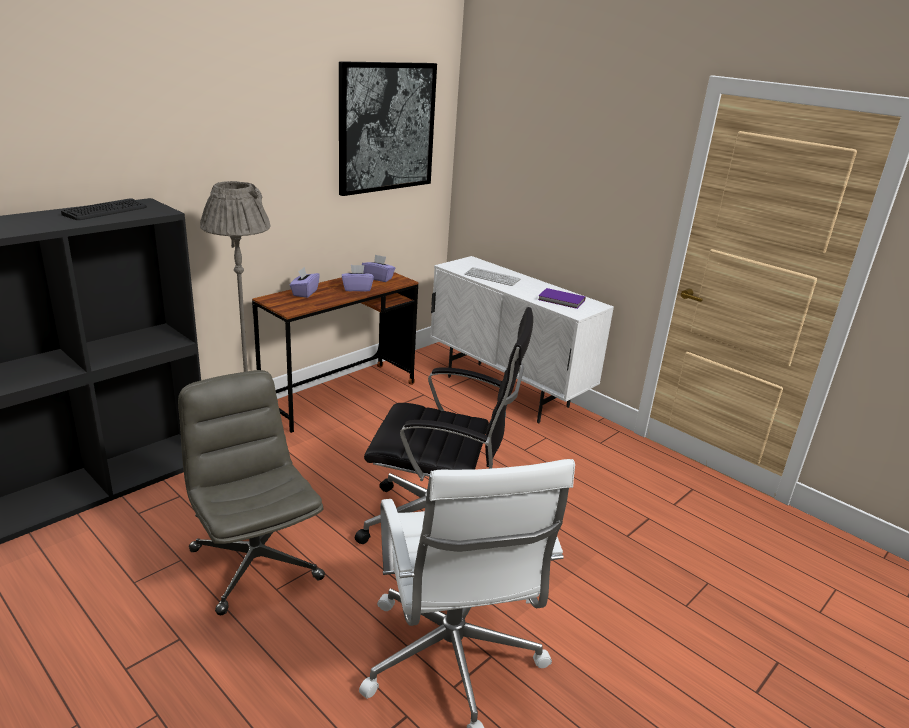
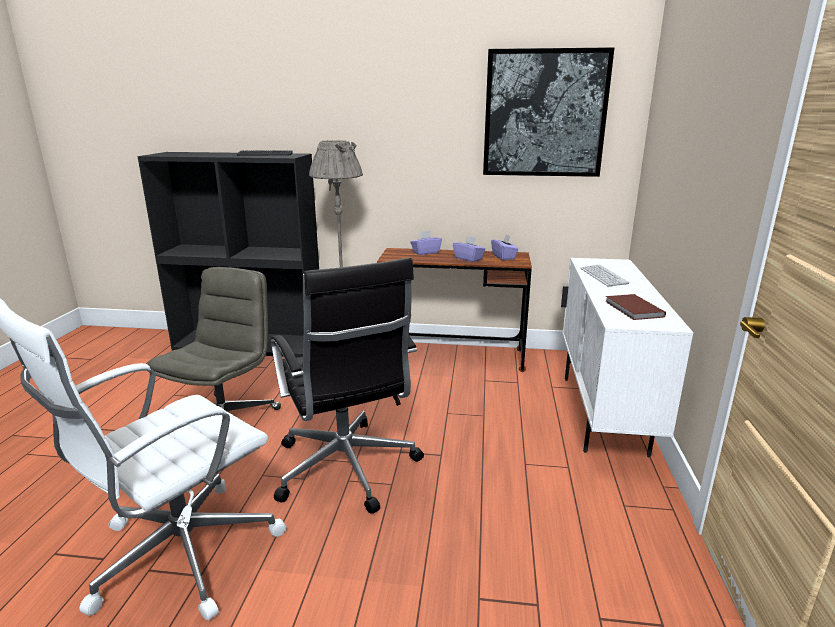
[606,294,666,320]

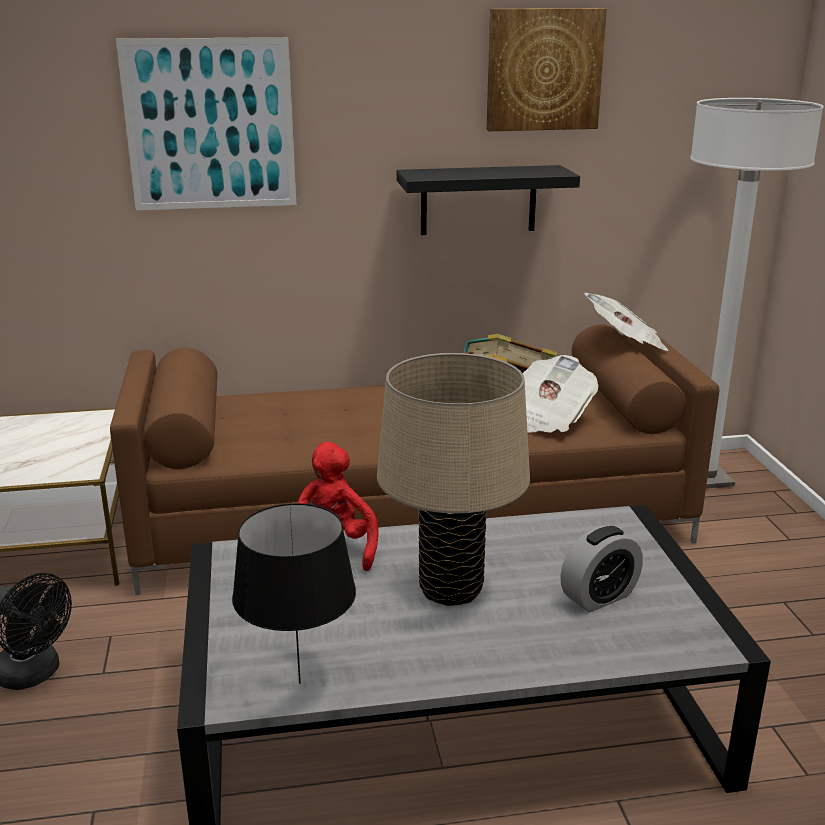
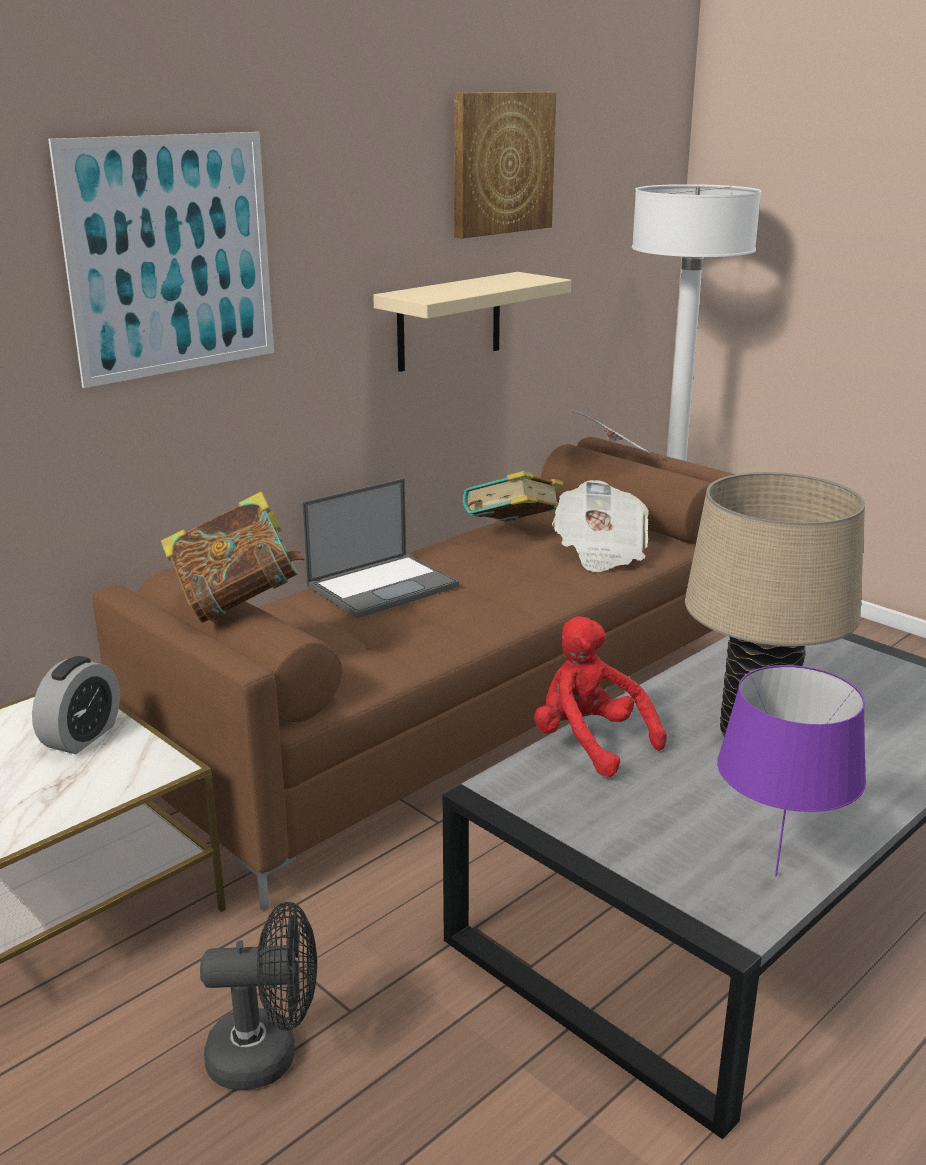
[373,272,571,372]
[717,665,866,877]
[32,656,120,754]
[302,478,459,618]
[161,492,305,623]

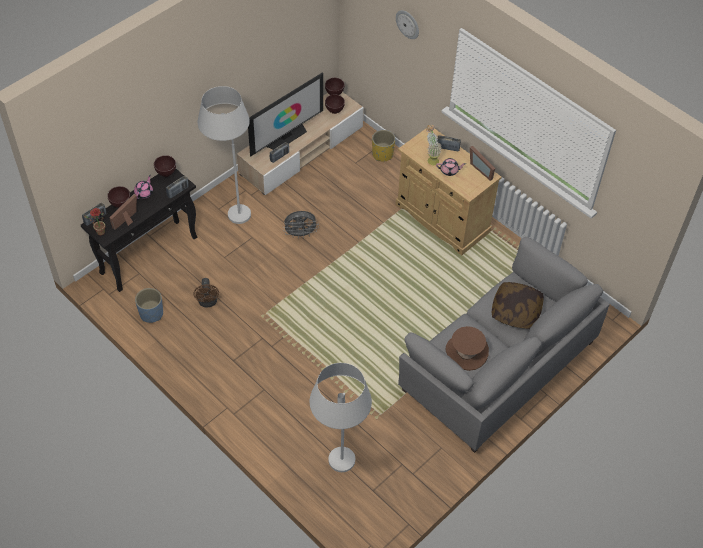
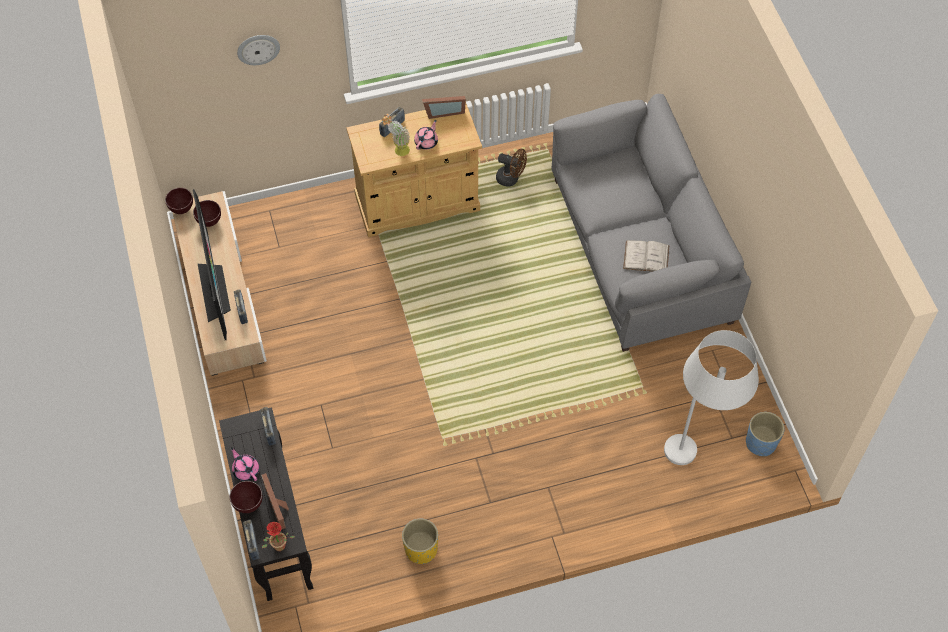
[198,86,251,224] (first image)
[402,519,438,564]
[154,155,176,177] (first image)
[283,211,319,239] (first image)
[496,149,527,186]
[491,282,544,329] (first image)
[746,412,784,456]
[623,240,669,272]

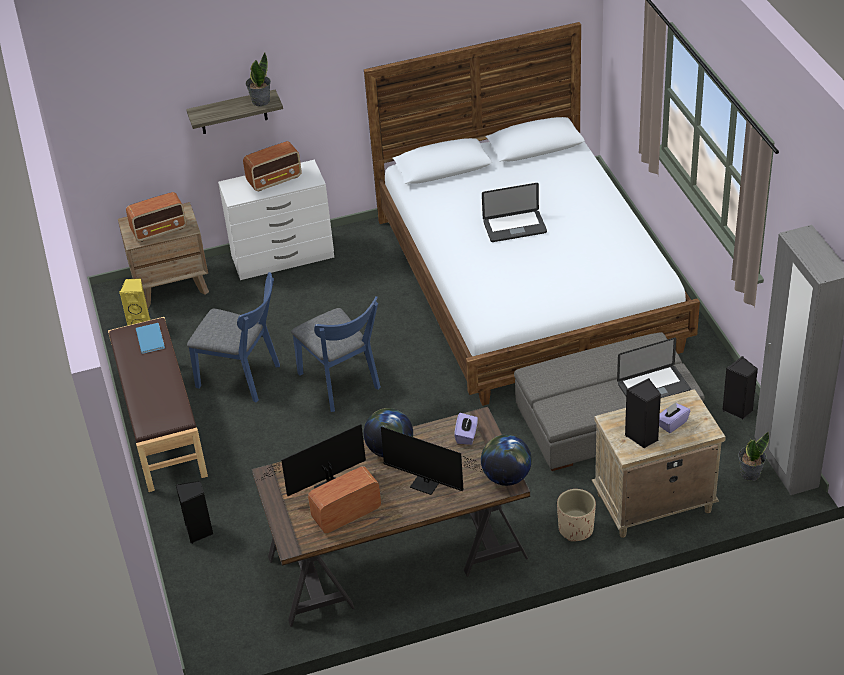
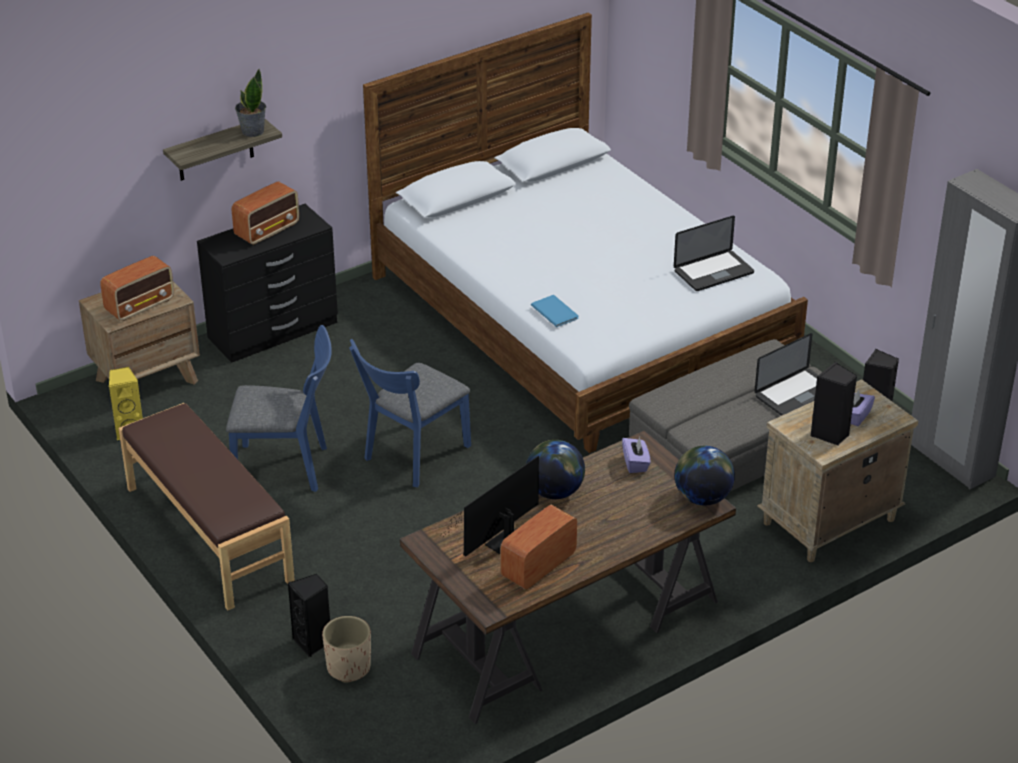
[197,204,338,363]
[674,216,754,291]
[349,339,471,487]
[531,295,579,327]
[381,426,484,495] (first image)
[738,432,769,481] (first image)
[322,616,371,683]

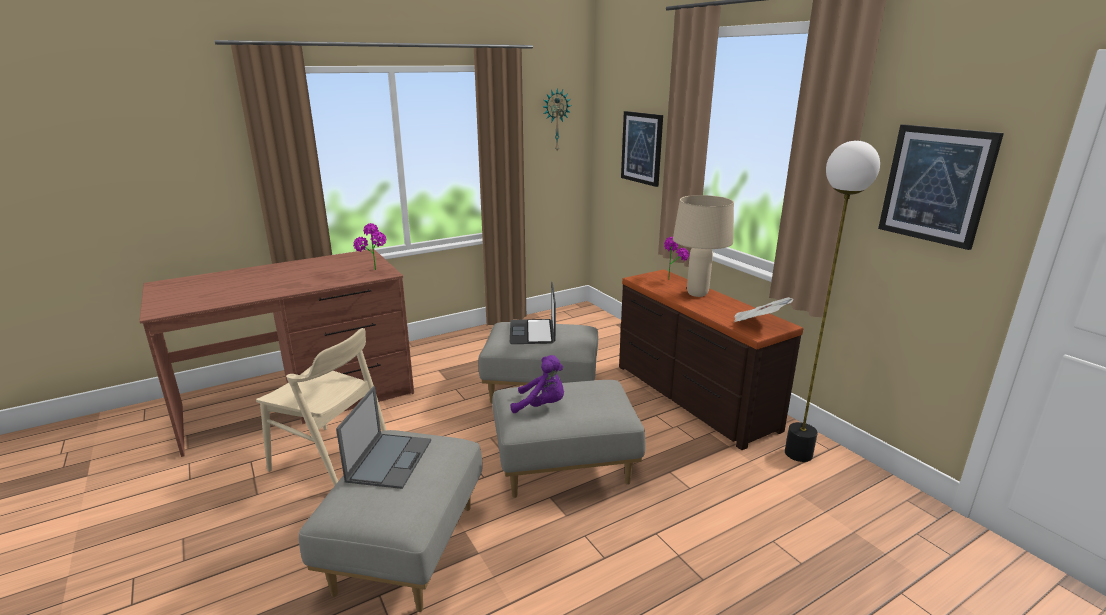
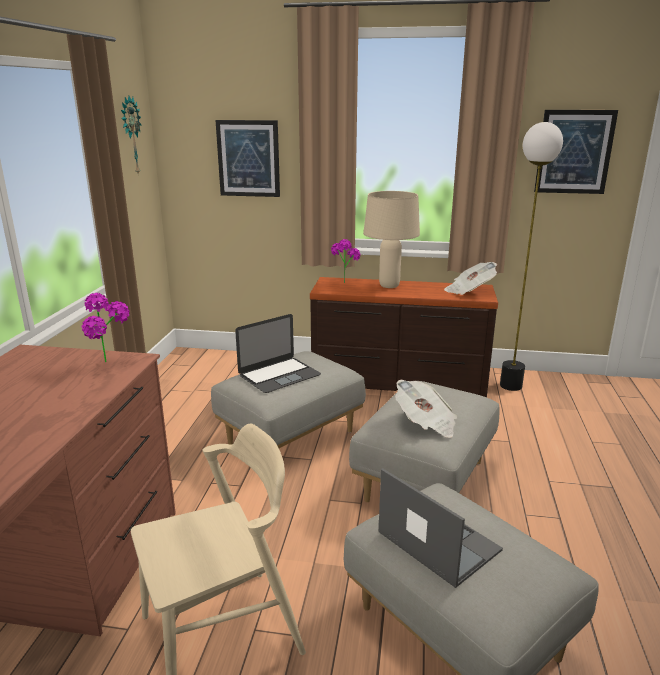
[235,314,321,393]
[395,380,457,438]

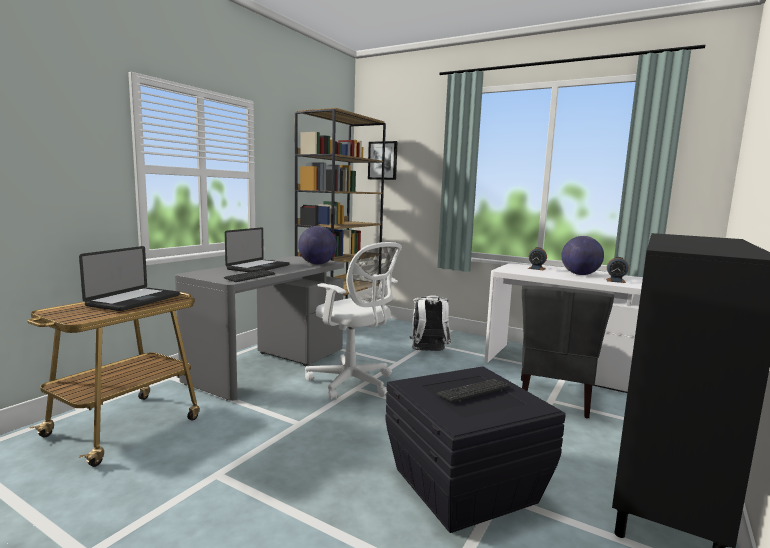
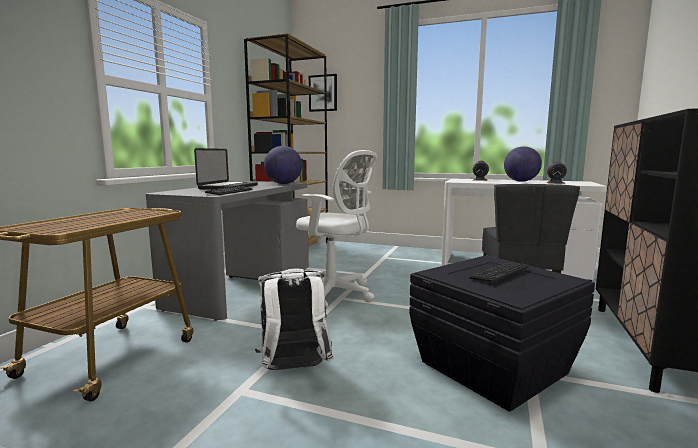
[79,246,180,311] (first image)
[255,268,334,370]

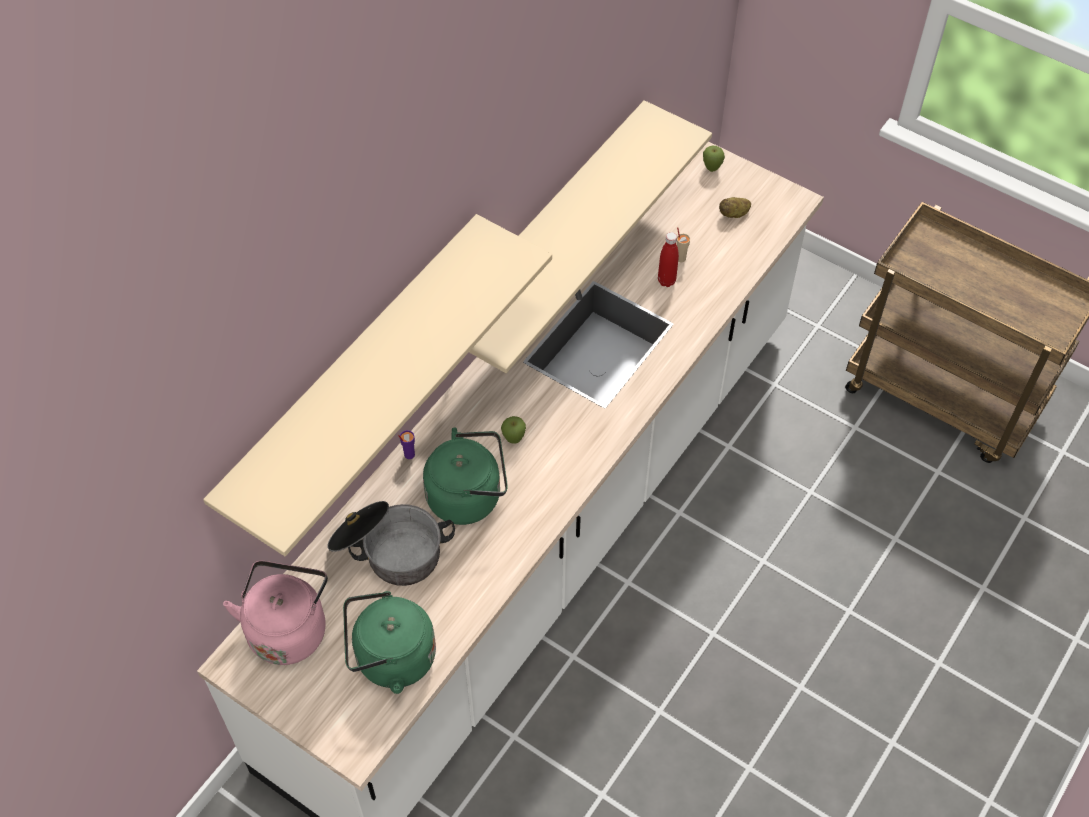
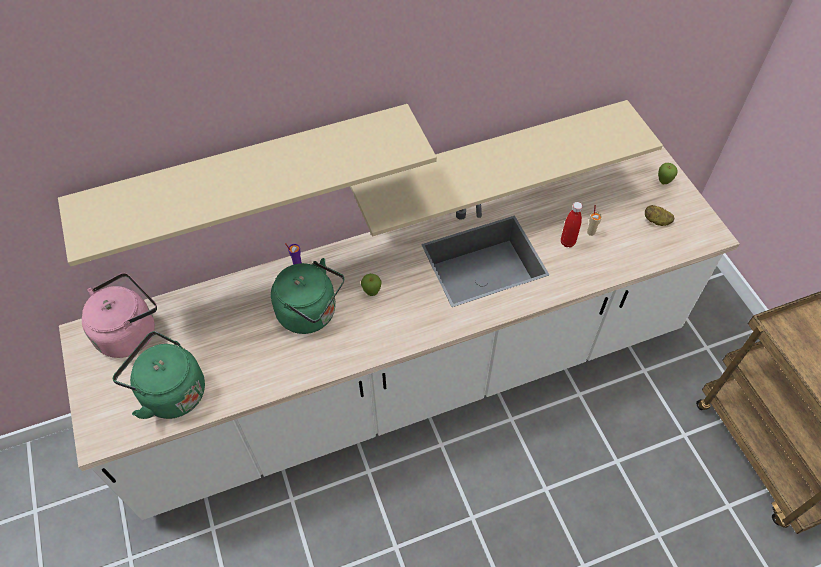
[327,501,455,586] (first image)

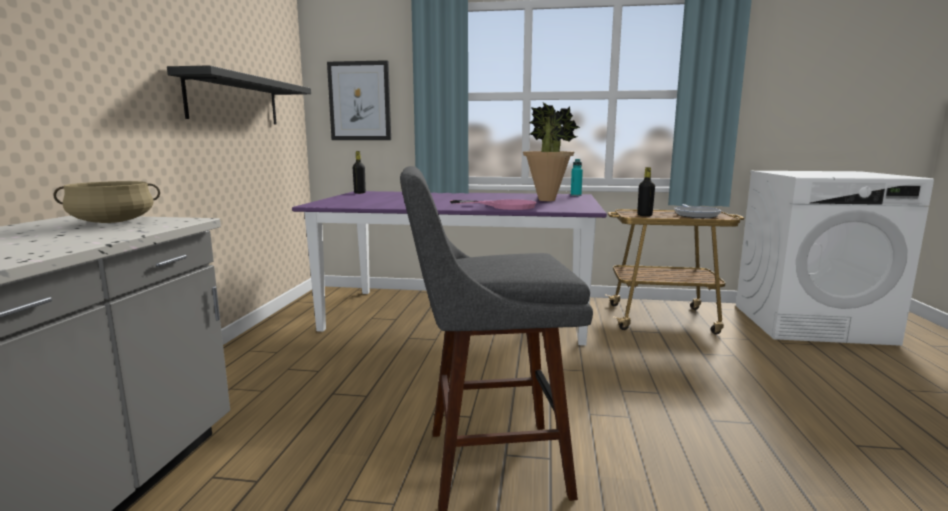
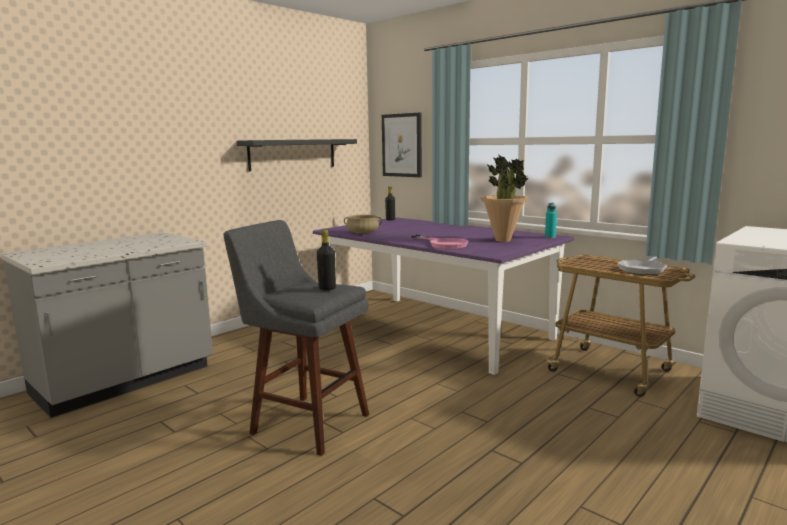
[317,230,336,291]
[344,215,382,234]

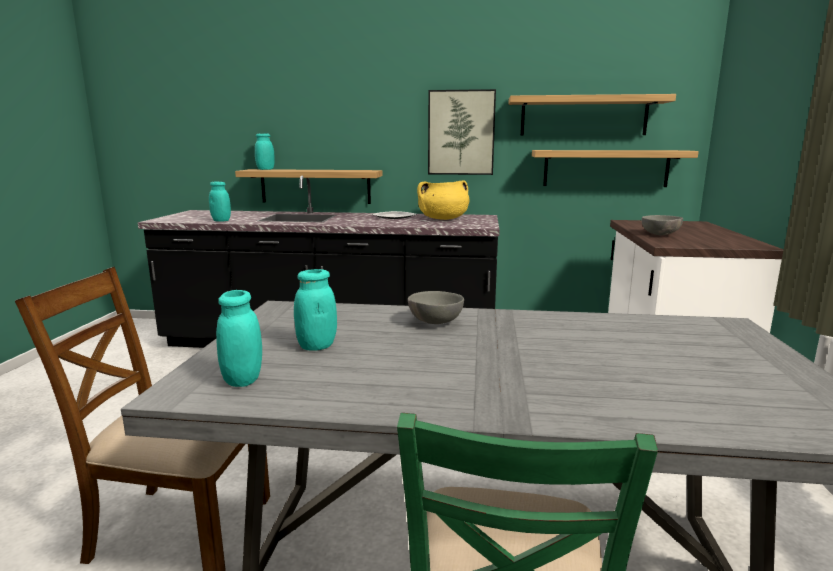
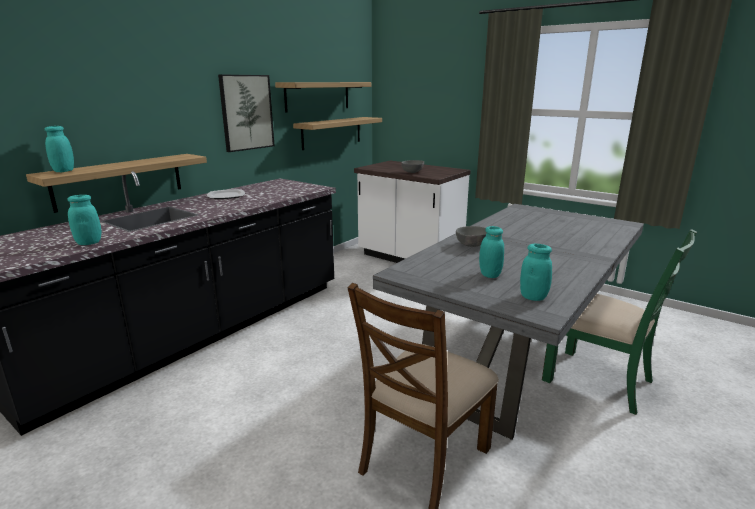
[417,180,470,220] (first image)

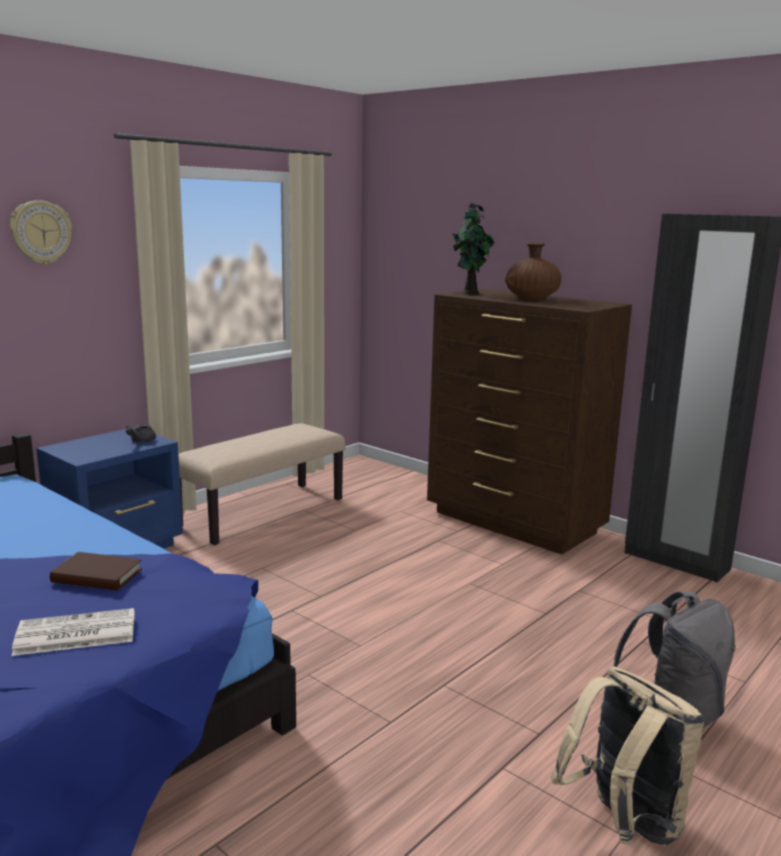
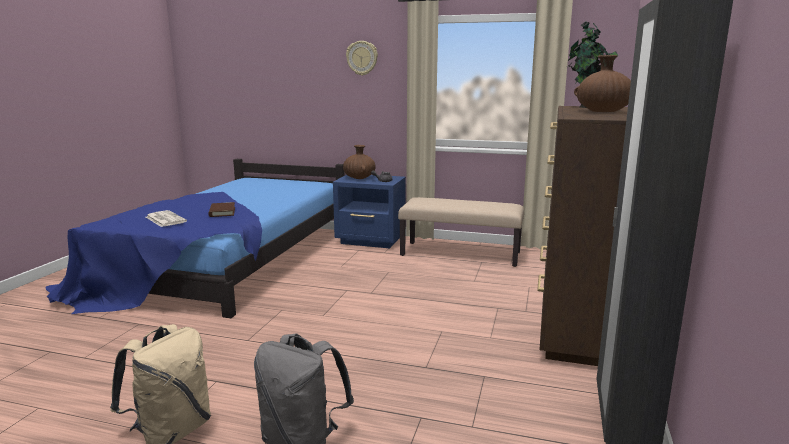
[343,145,376,179]

